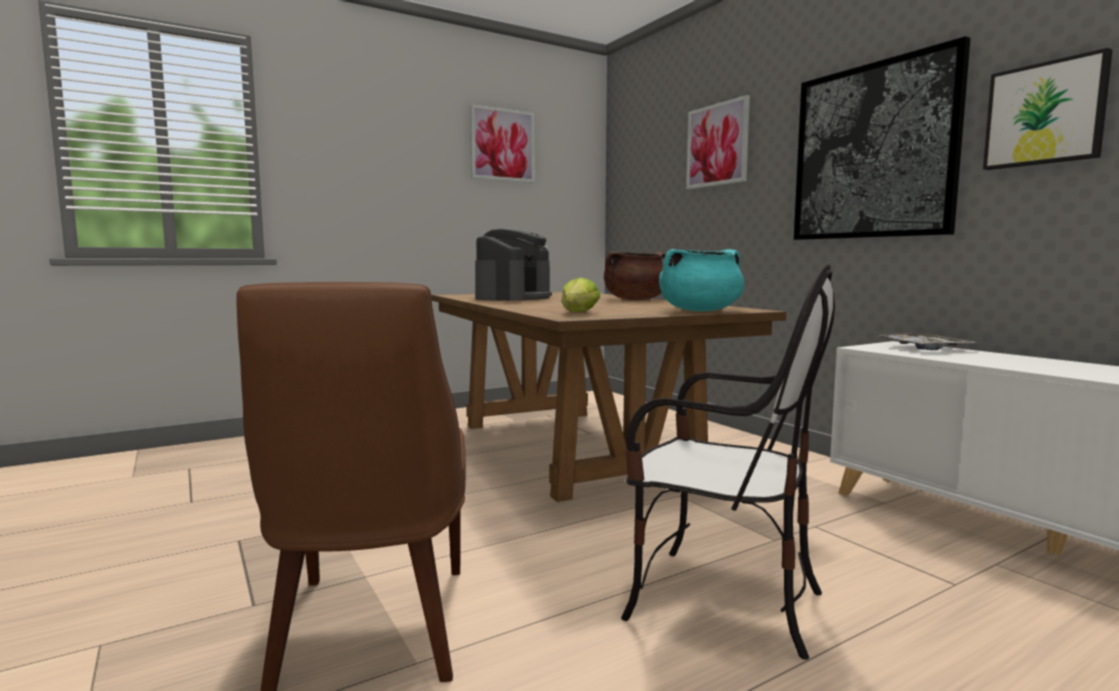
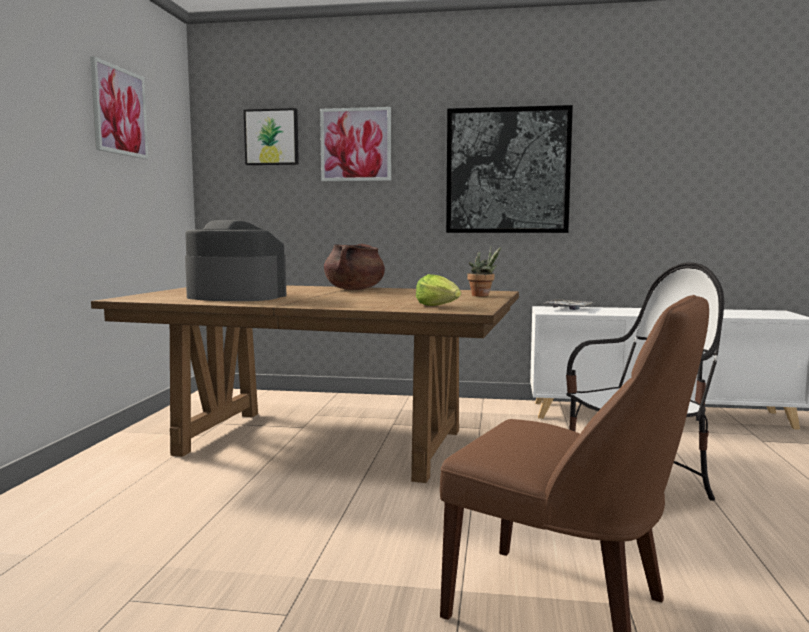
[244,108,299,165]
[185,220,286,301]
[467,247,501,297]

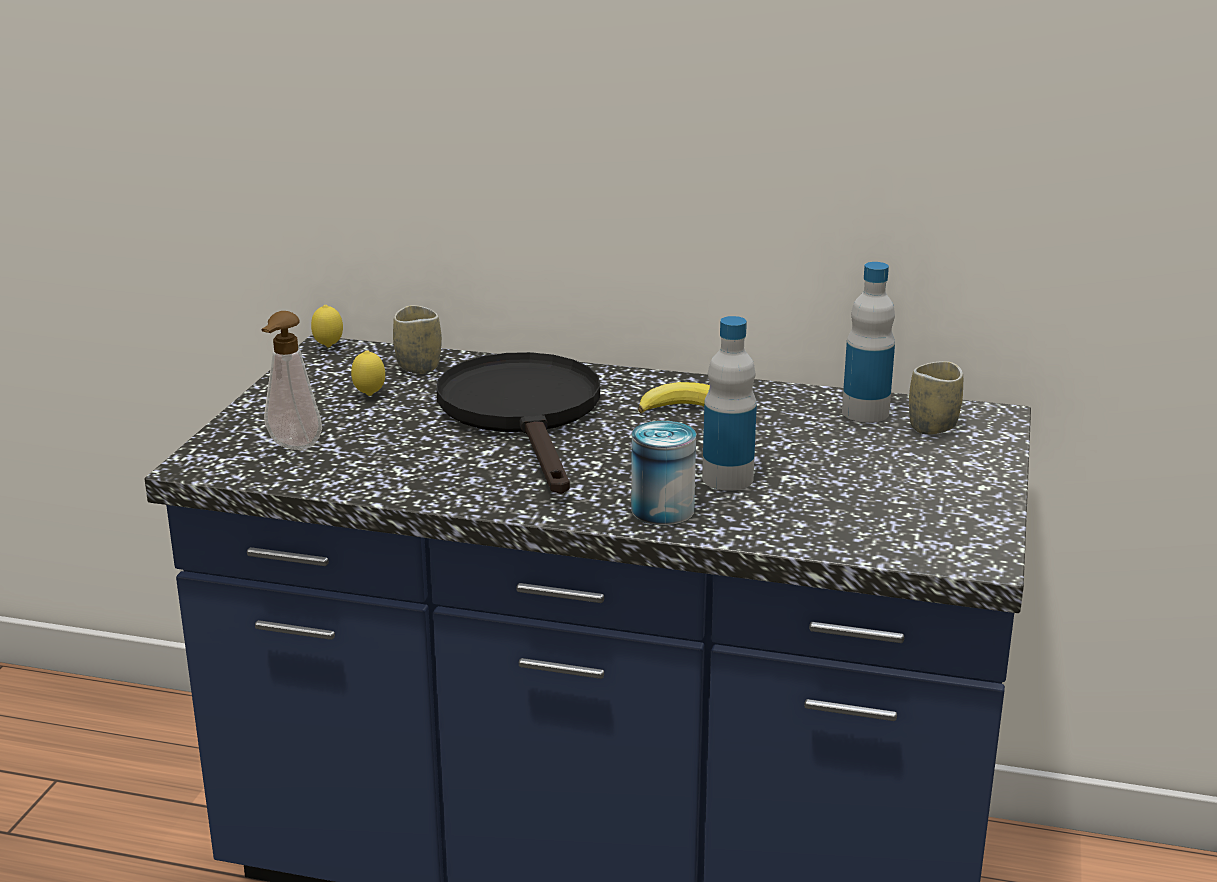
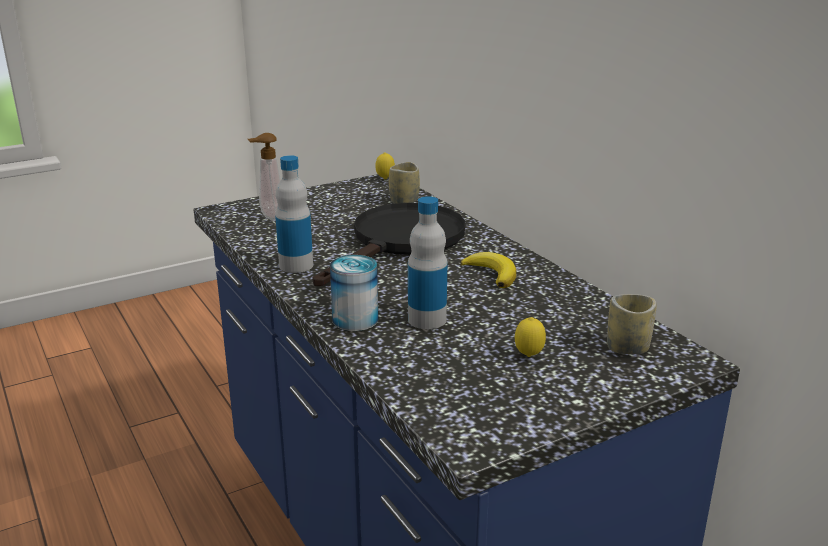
[275,155,313,273]
[515,317,546,357]

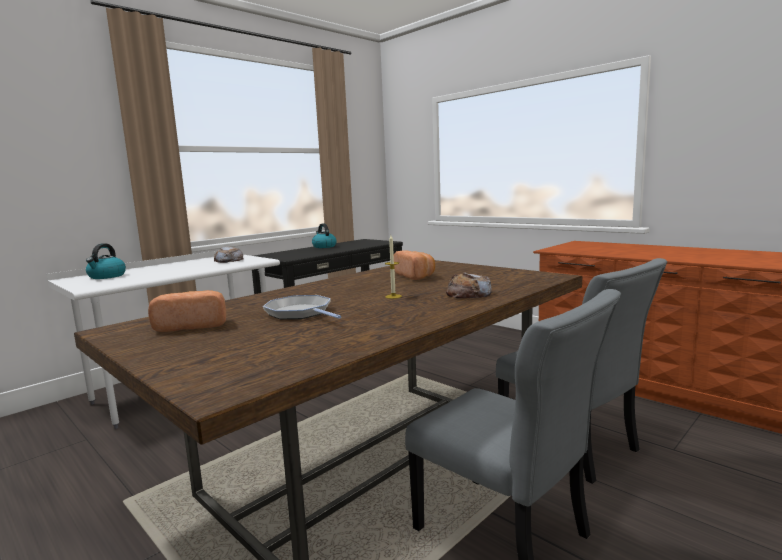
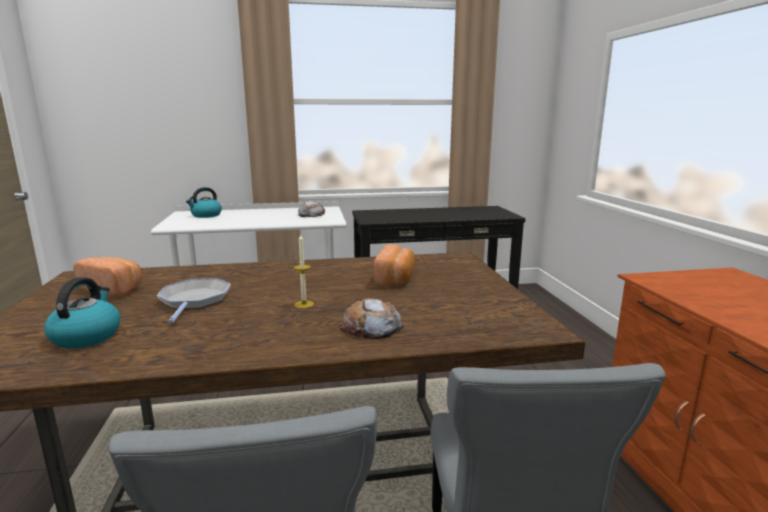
[44,277,121,348]

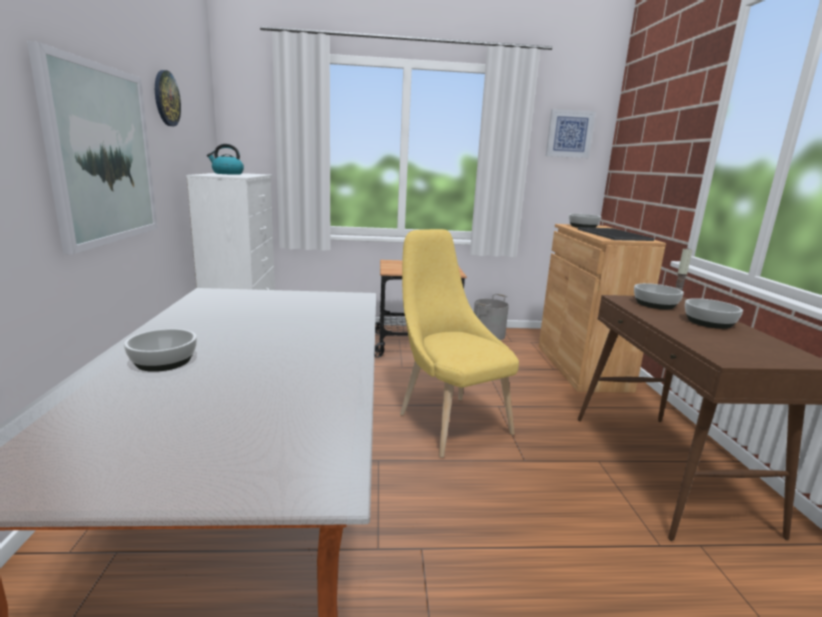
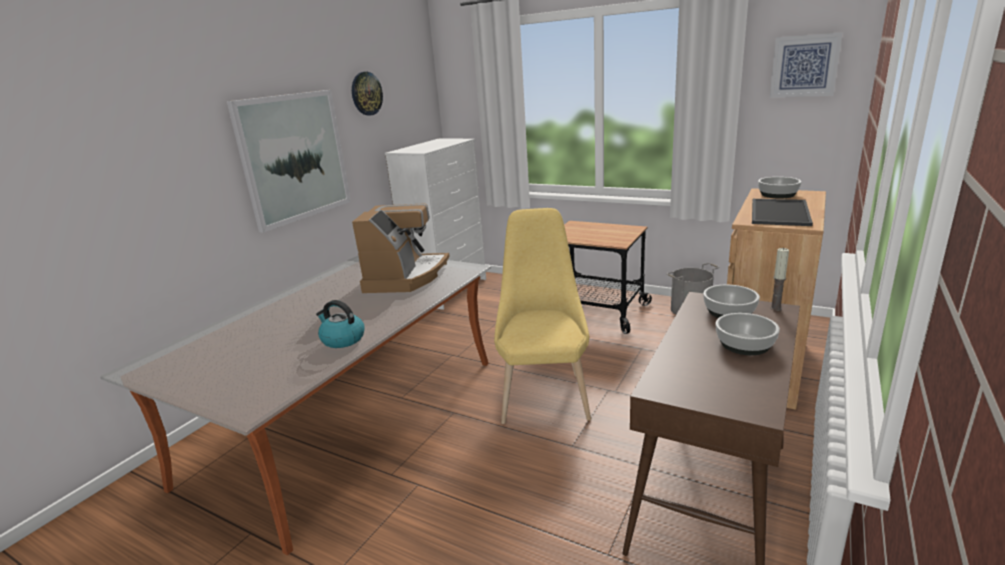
[316,300,365,348]
[124,329,197,372] (first image)
[352,203,450,293]

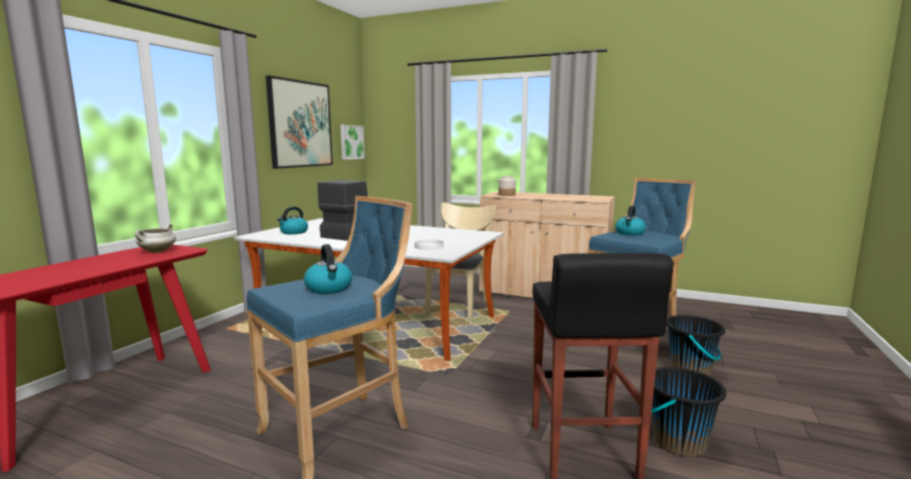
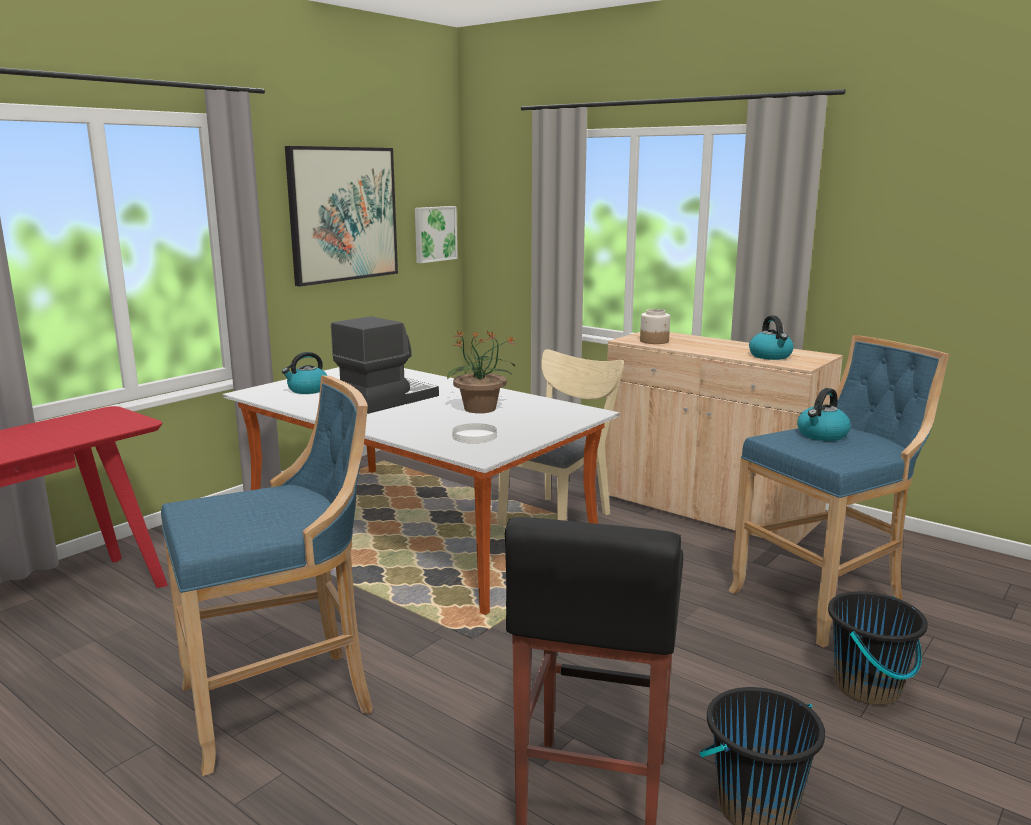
[135,224,176,253] (first image)
[749,315,794,360]
[447,331,515,413]

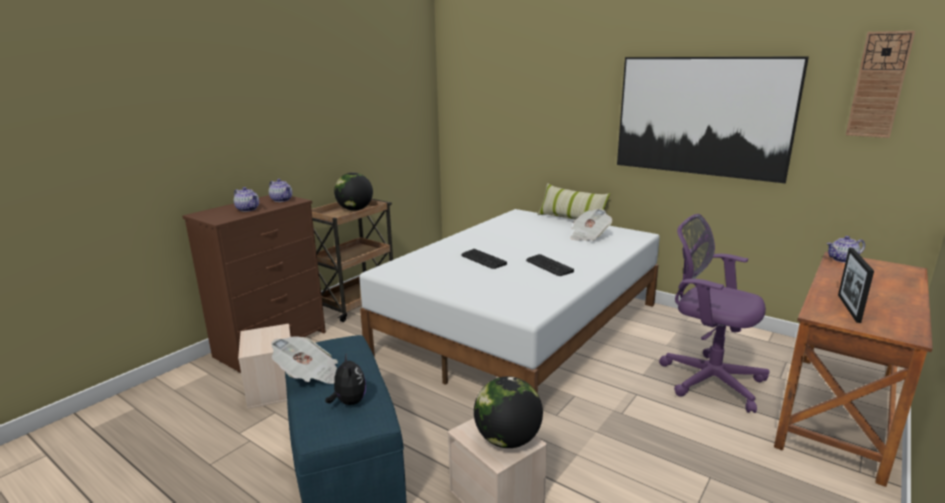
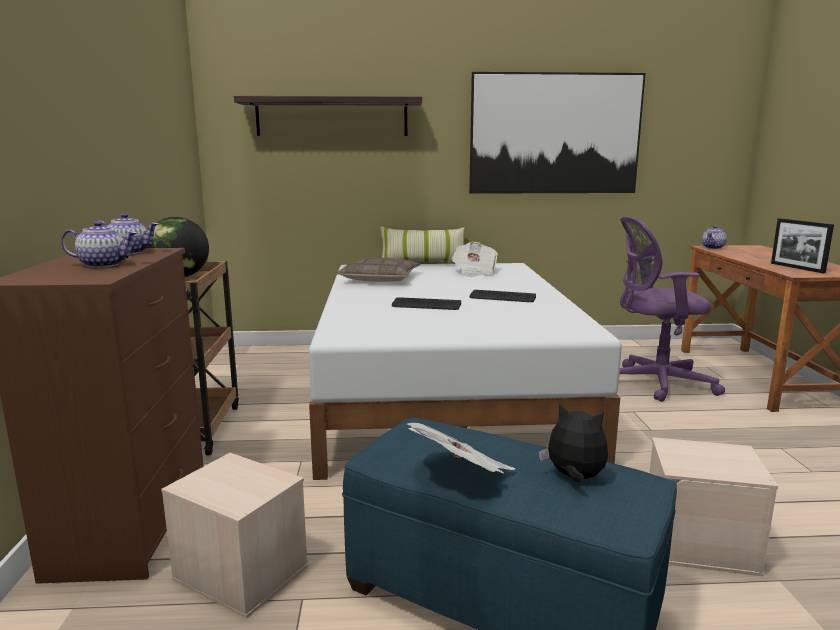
[846,31,915,138] (first image)
[474,376,543,448] (first image)
[234,96,422,136]
[337,257,420,282]

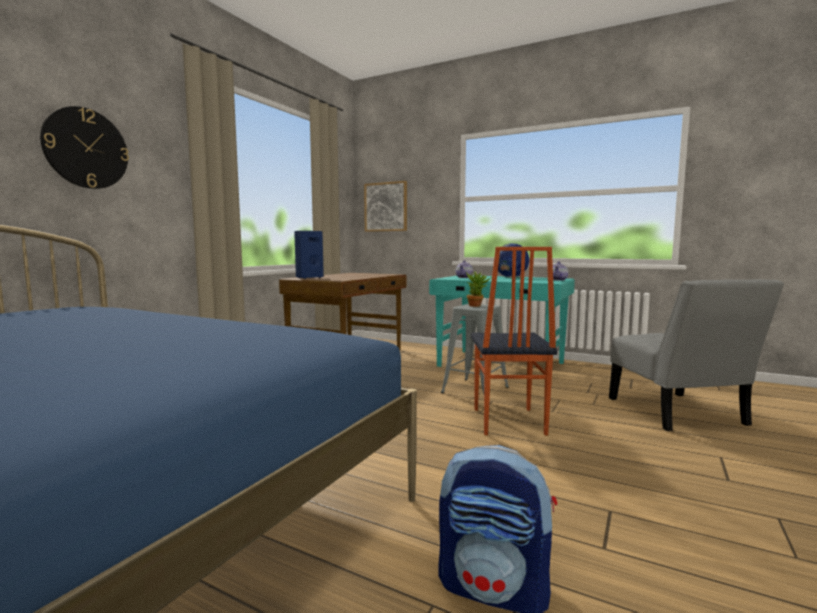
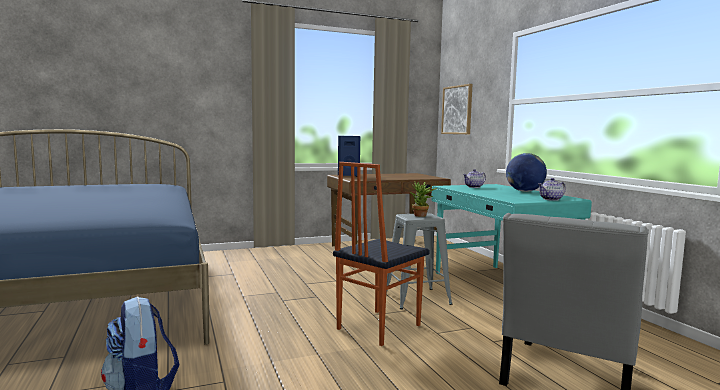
[40,106,129,189] (first image)

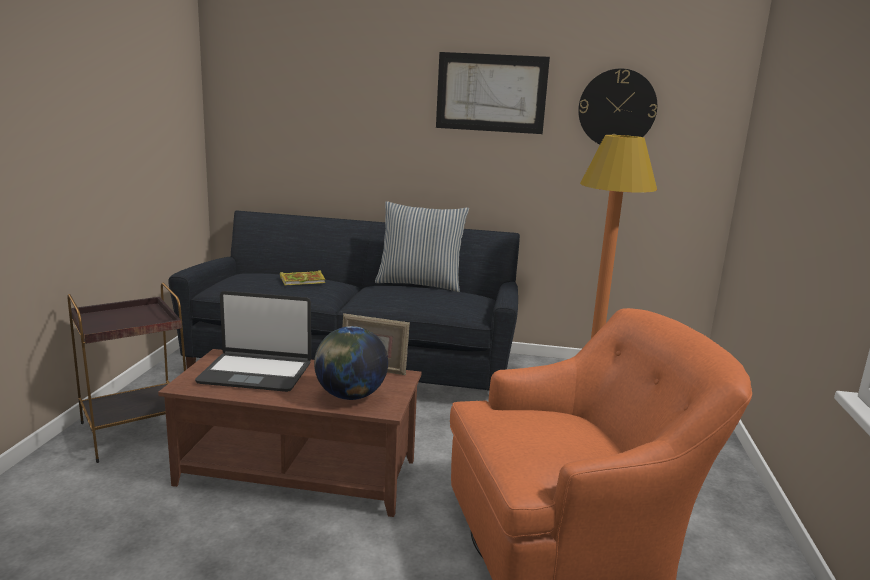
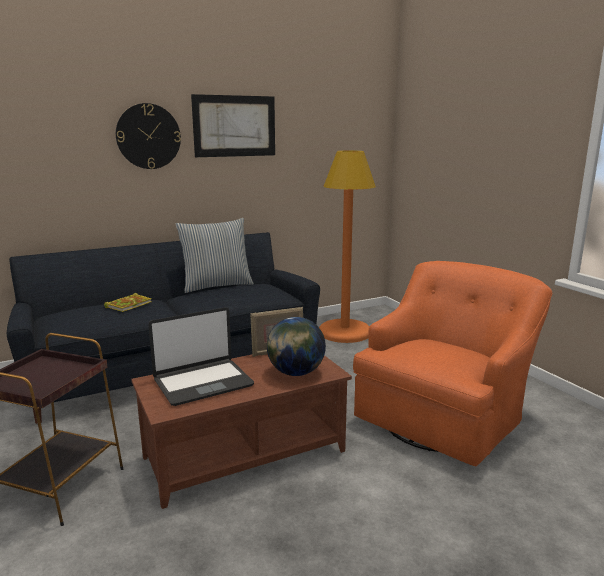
[116,103,181,169]

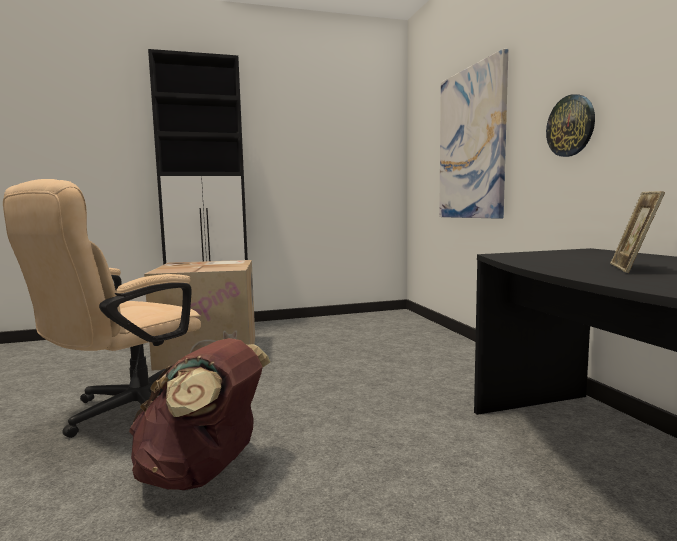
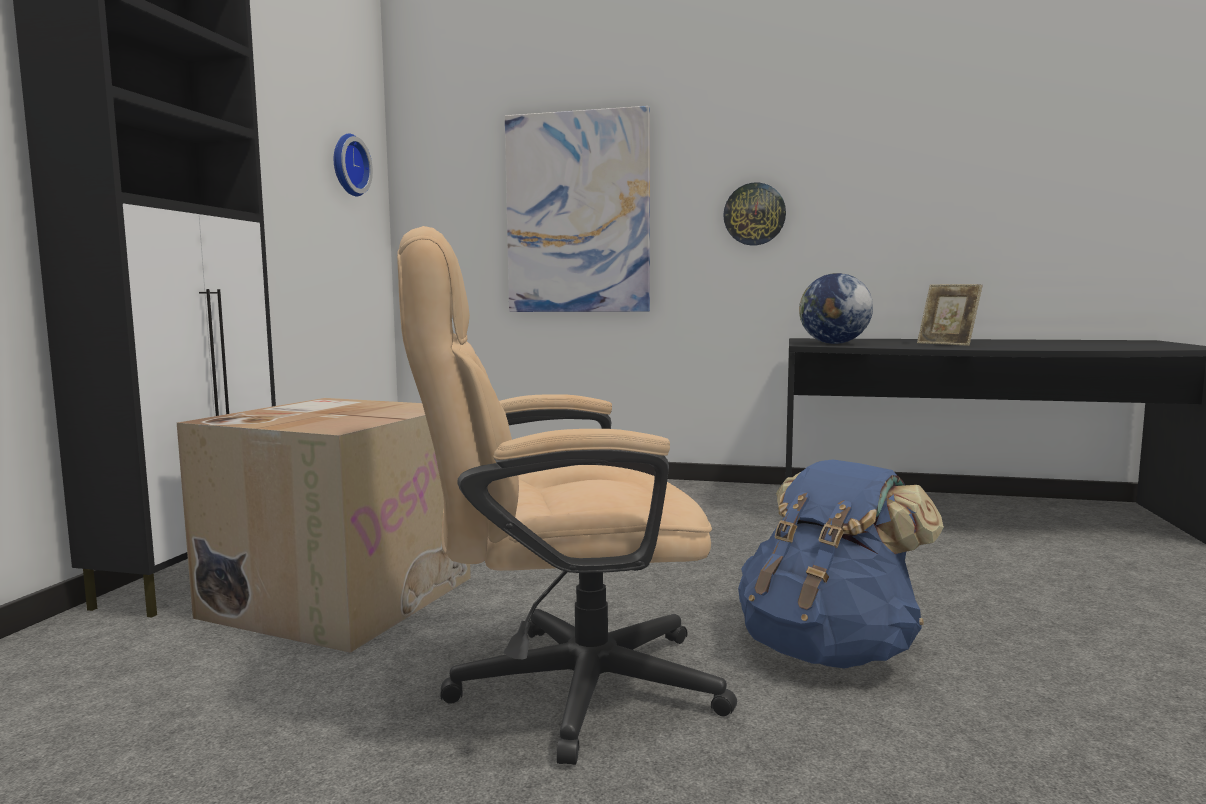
[397,226,737,765]
[738,459,944,669]
[334,133,373,196]
[799,273,873,344]

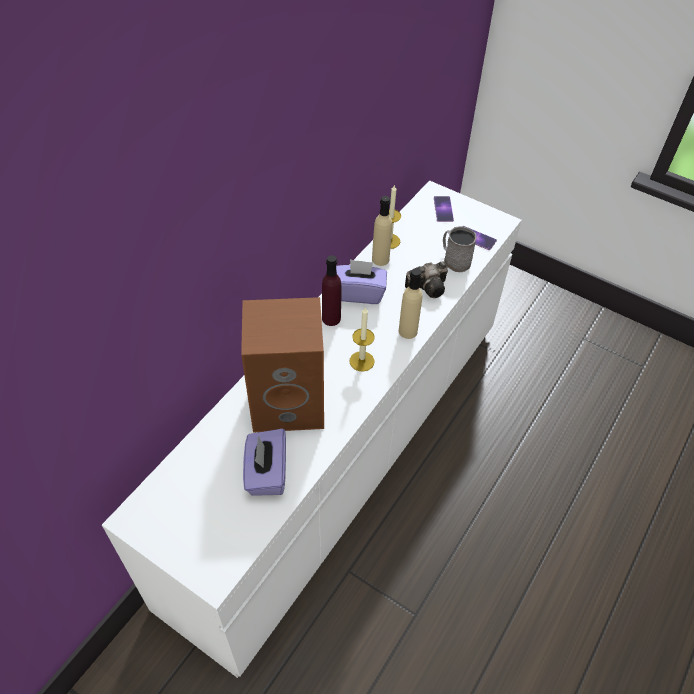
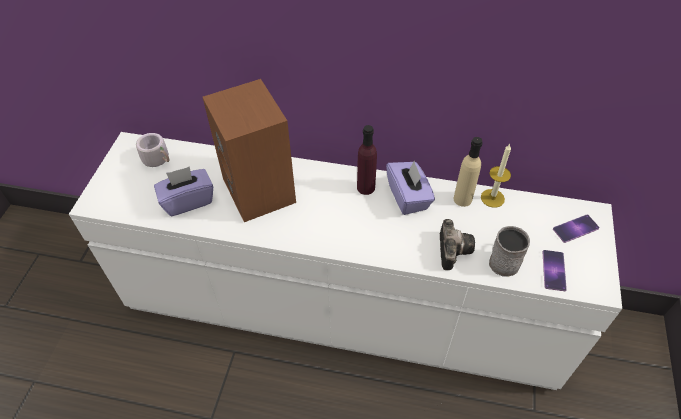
[440,219,475,270]
[399,268,422,339] (first image)
[350,308,375,372] (first image)
[136,133,169,167]

